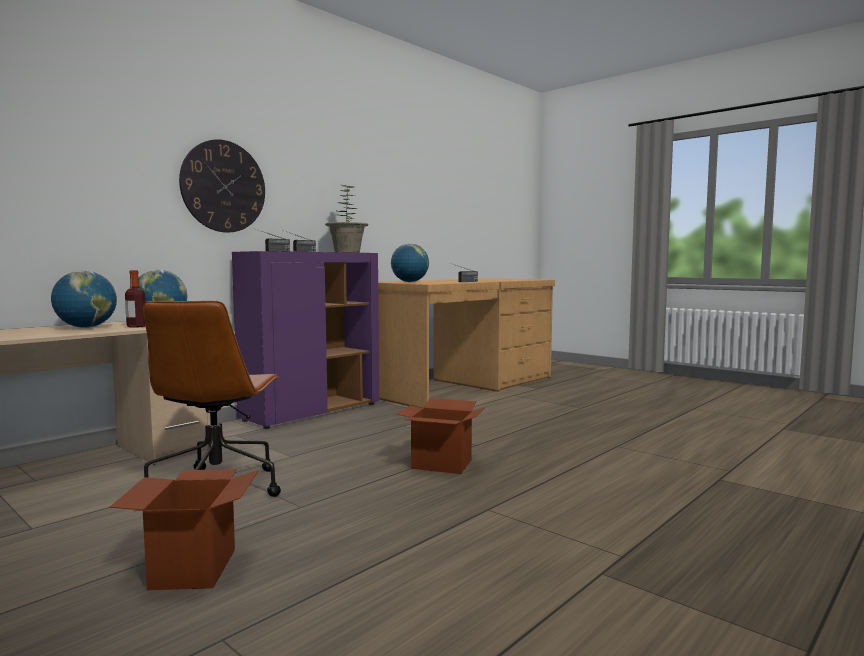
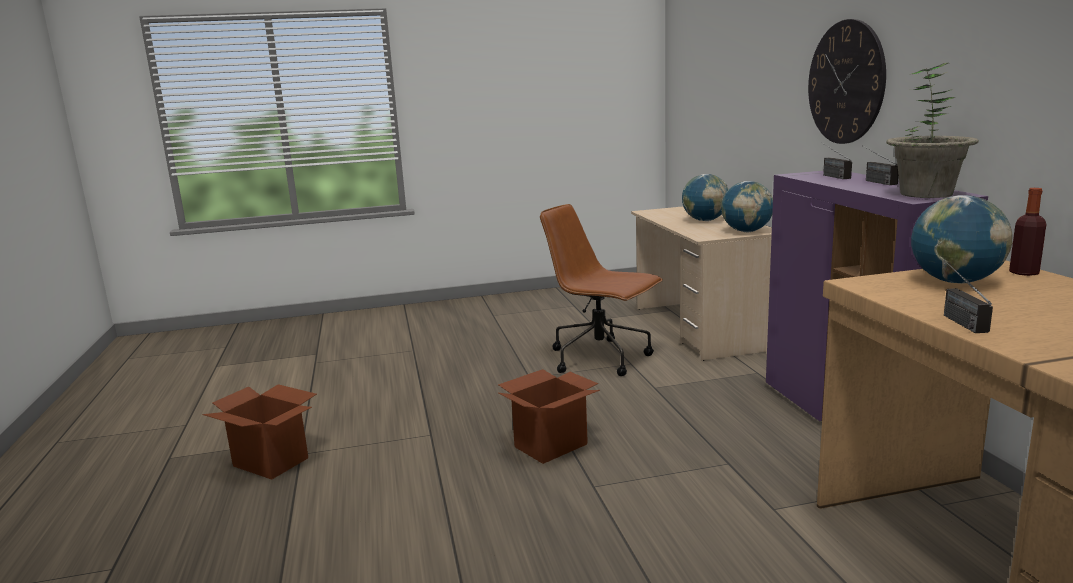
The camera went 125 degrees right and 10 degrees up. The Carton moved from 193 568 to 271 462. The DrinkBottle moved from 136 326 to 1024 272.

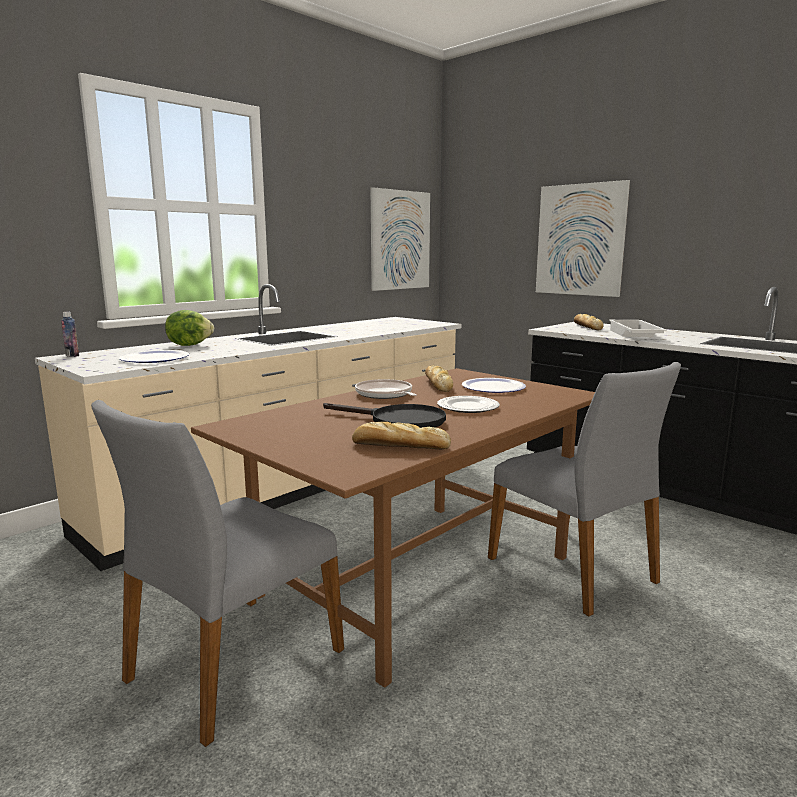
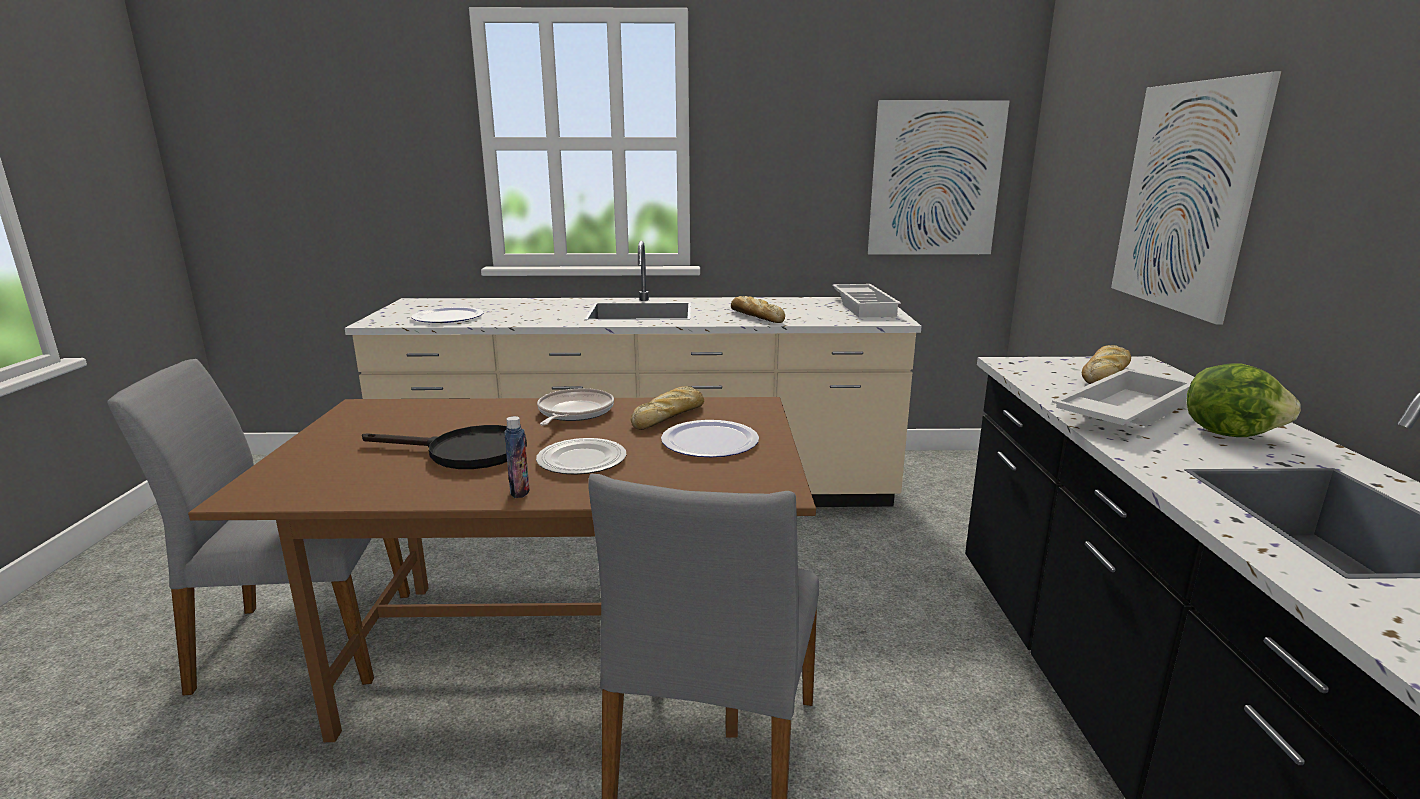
The camera went 45 degrees right and 5 degrees up. The BlackFryingPan at 398 421 turned 60 degrees counterclockwise. The DrinkBottle moved from 72 355 to 519 491. The BakeryBread moved from 398 446 to 755 316. The WhiteColouredServingTray at 865 306 appeared. The Lettuce moved from 189 345 to 1229 433.

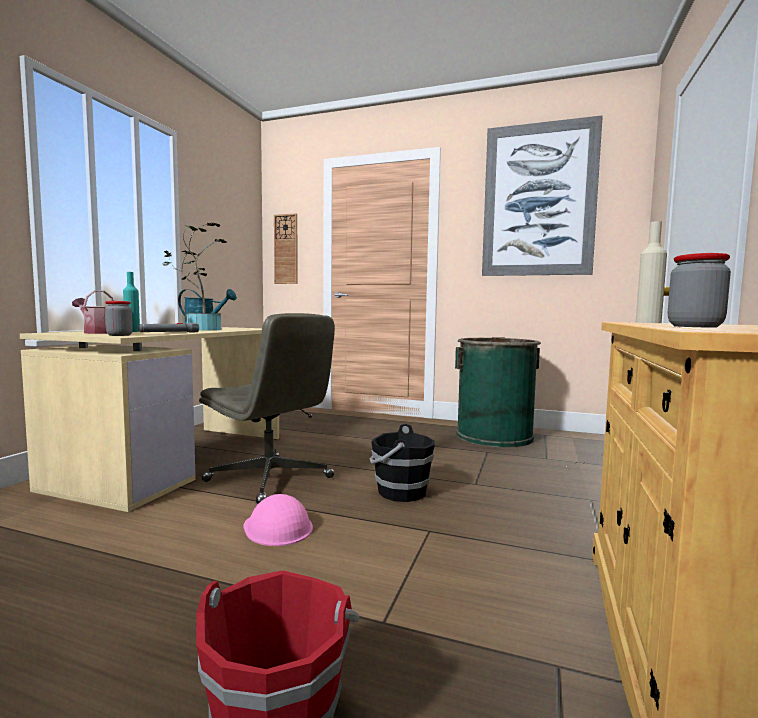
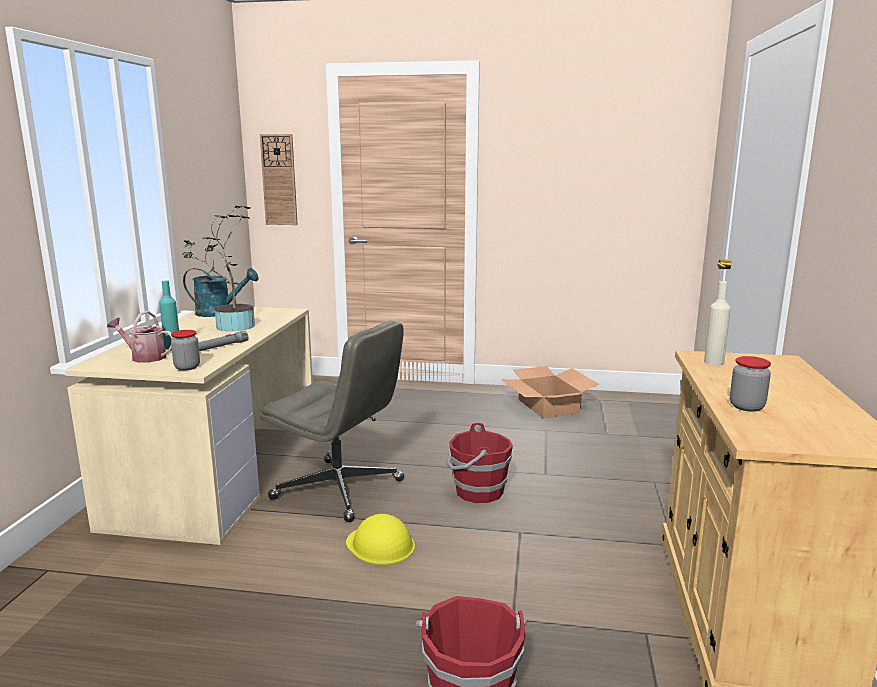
The camera went 10 degrees left and 10 degrees up. The PinkColouredSafetyHelmet at 277 527 became the YellowishSafetyHelmet at 380 544. The BlackBucket at 400 492 became the RedColouredBucket at 477 491. The GreenColouredTrashCan at 494 436 was replaced by the Carton at 548 406. The WallPicture at 538 200 disappeared.

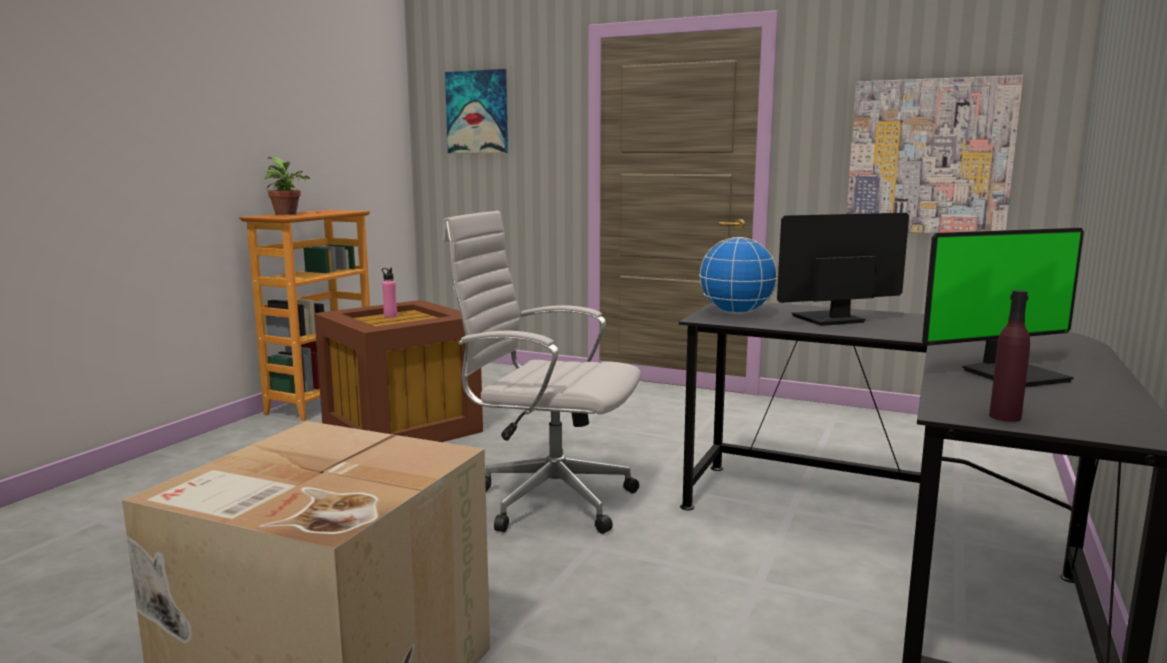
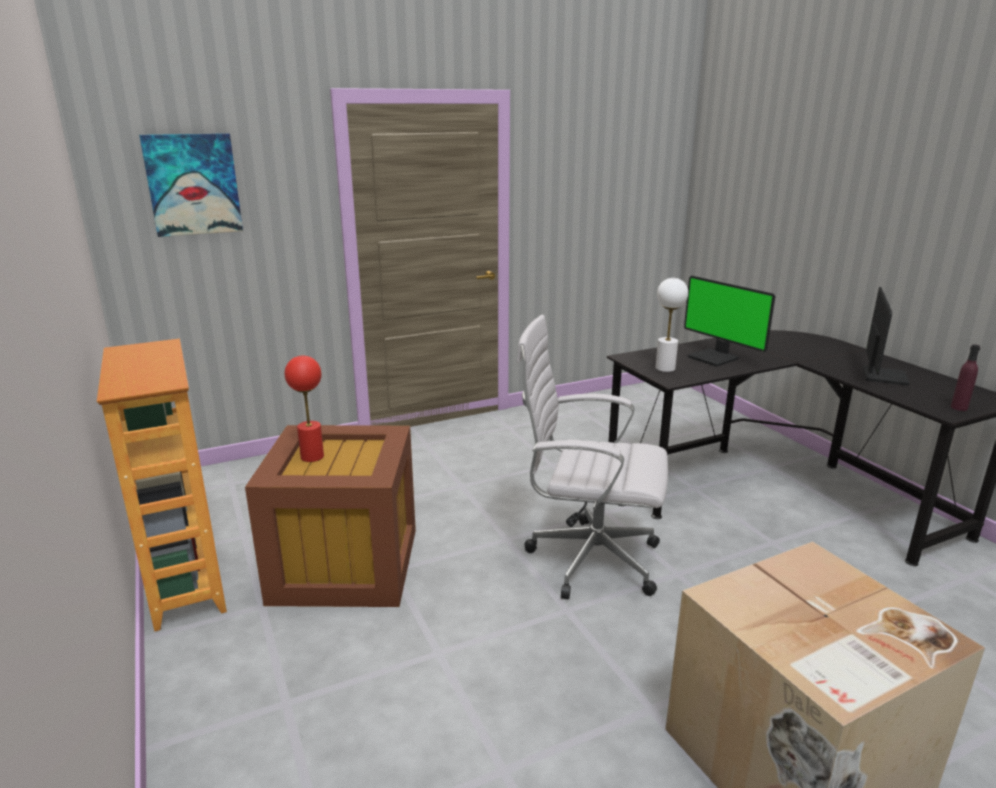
The camera went 50 degrees left and 10 degrees up. The PinkColouredDrinkBottle at 390 316 was replaced by the RedColouredTabletopLamp at 312 457. The WhiteColouredDeskChair at 547 500 turned 45 degrees clockwise. The WorldGlobe at 736 313 was replaced by the WhiteColouredTabletopLamp at 665 368. The ComputerScreen at 828 320 turned 60 degrees counterclockwise. The PlantInAPot at 287 214 disappeared. The WallPicture at 929 157 disappeared.

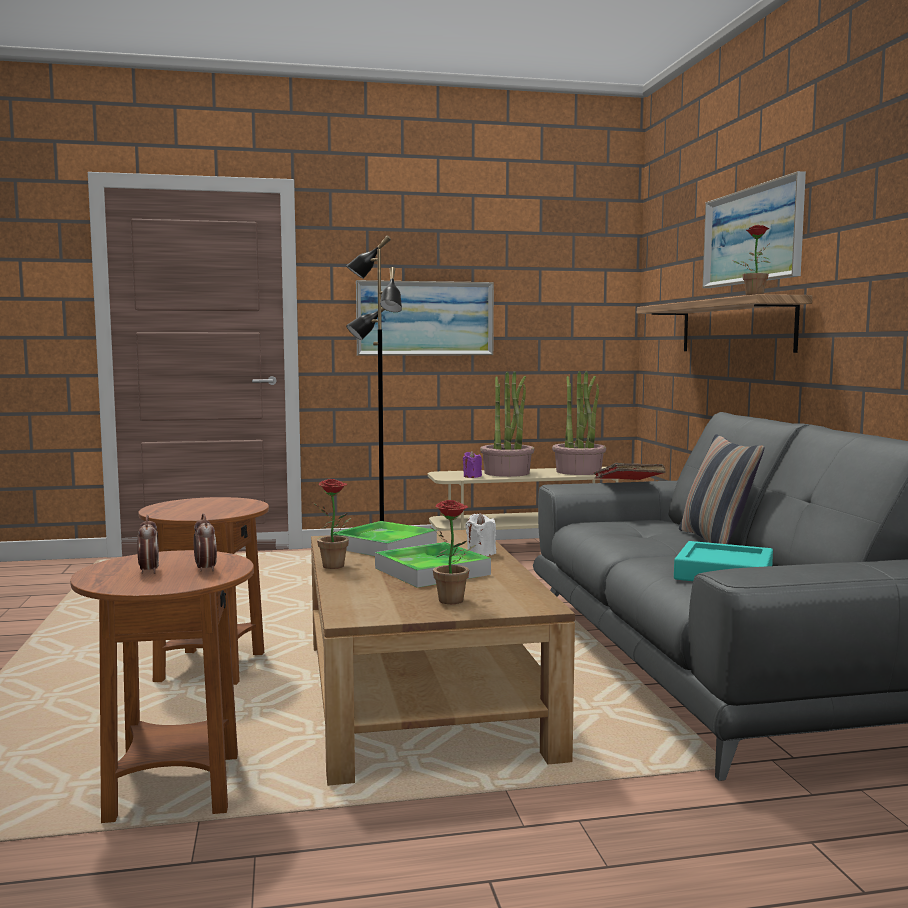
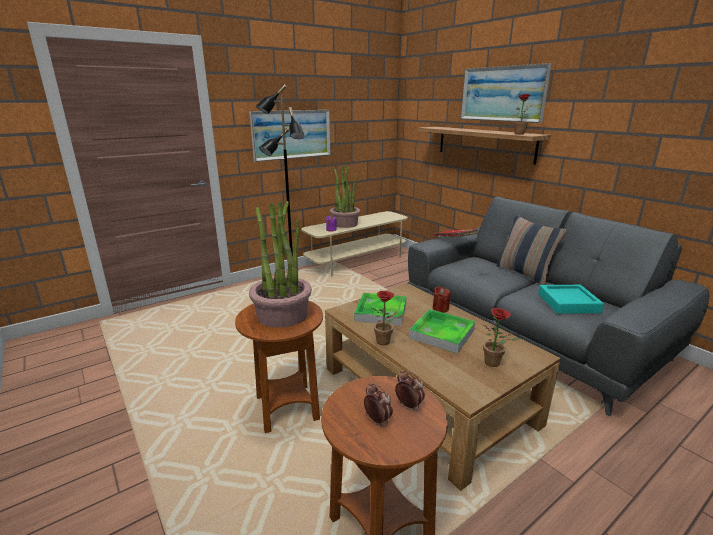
The camera went 25 degrees left and 15 degrees up. The PlantInAPot moved from 578 471 to 282 314. The WhiteColouredWaxCandle at 481 553 became the RedColouredWaxCandle at 440 309.

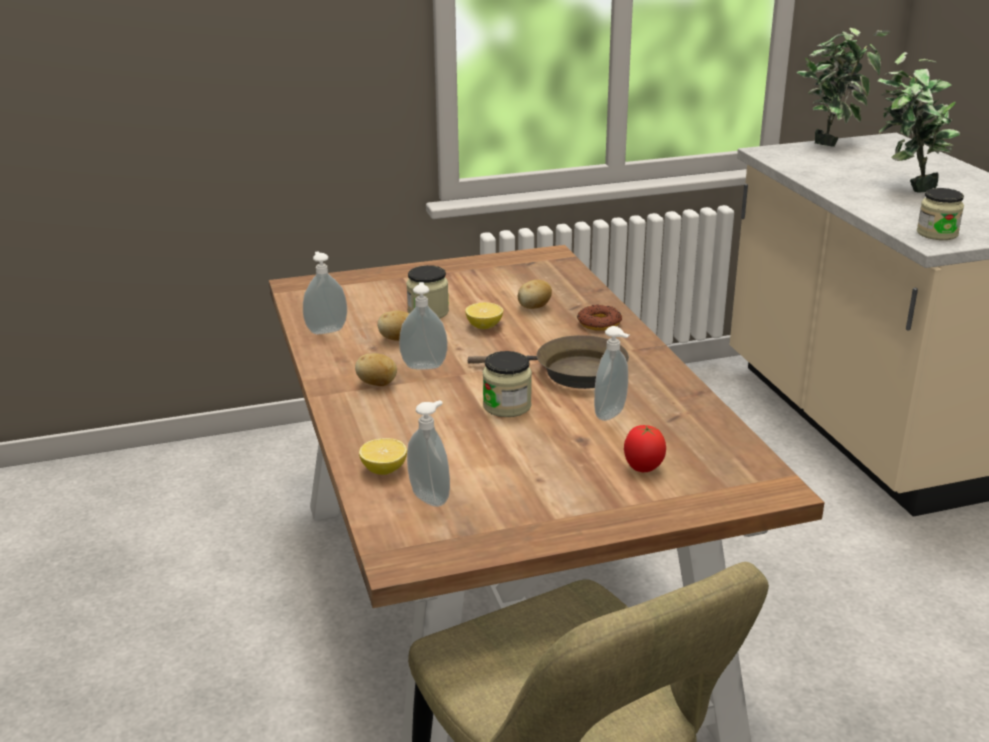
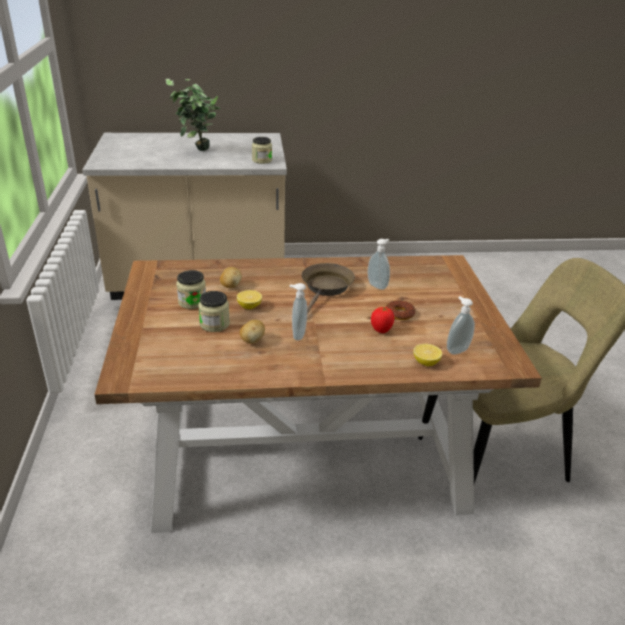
The camera went 80 degrees left and 5 degrees up. The StorageJar moved from 507 406 to 192 302. The WholeTomato moved from 643 468 to 381 331. The Donut moved from 599 323 to 399 314. The LiquidSoapBottle at 326 330 disappeared. The WholePotato at 377 384 disappeared. The PlantInAPot at 831 144 disappeared.

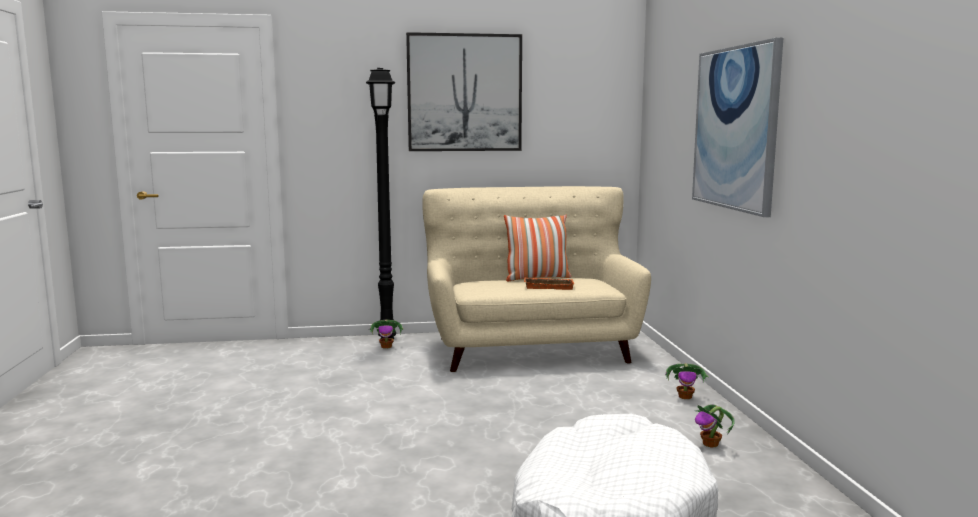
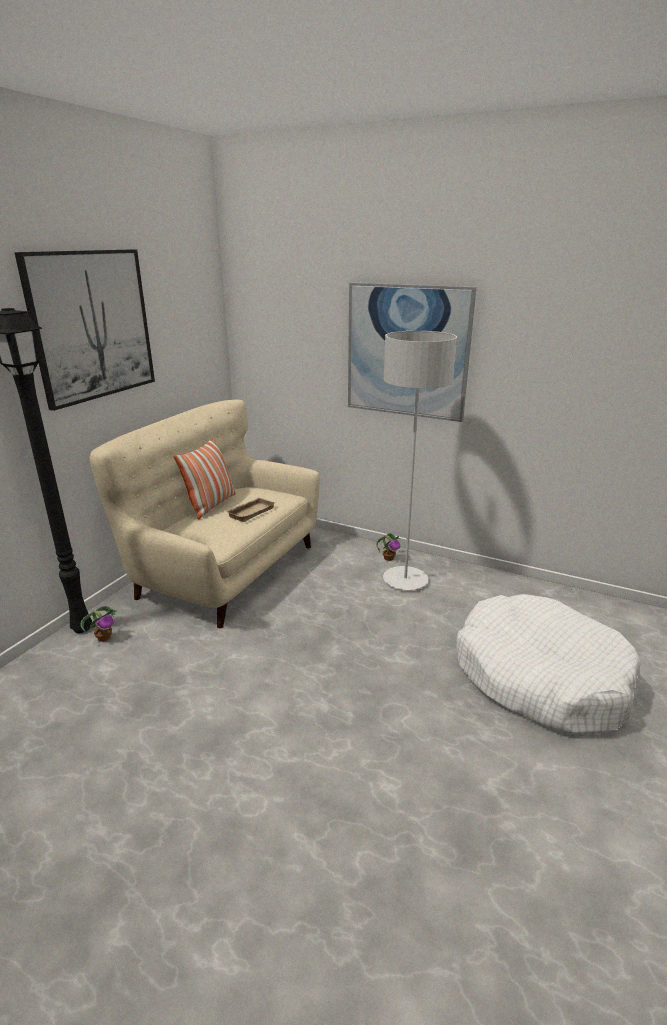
The camera went 55 degrees left and 15 degrees up. The OrangeServingTray at 549 286 became the BeigeServingTray at 250 512. The GreyishStandingLamp at 405 580 appeared. The PlantInAPot at 711 444 disappeared.

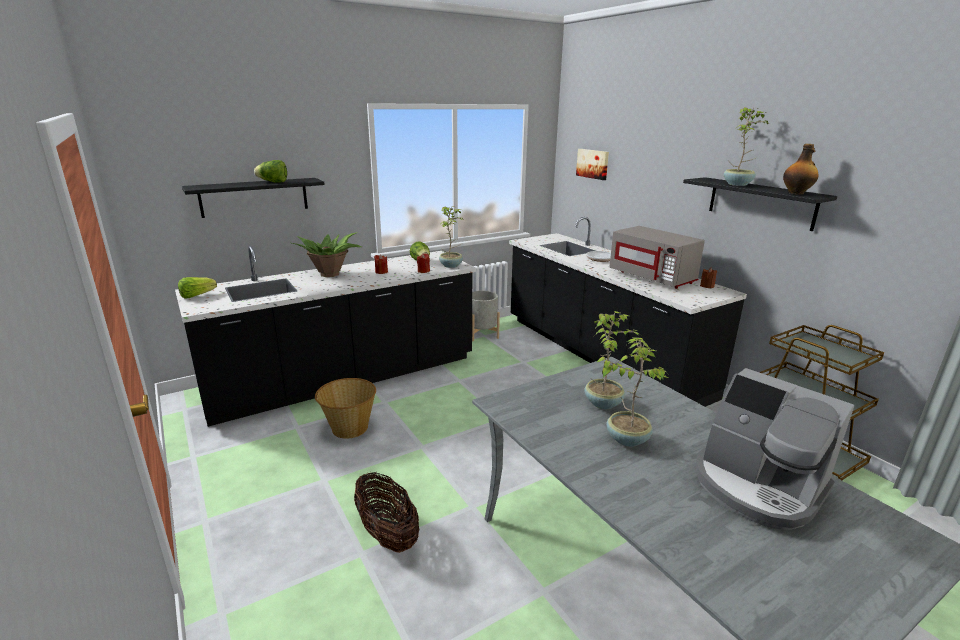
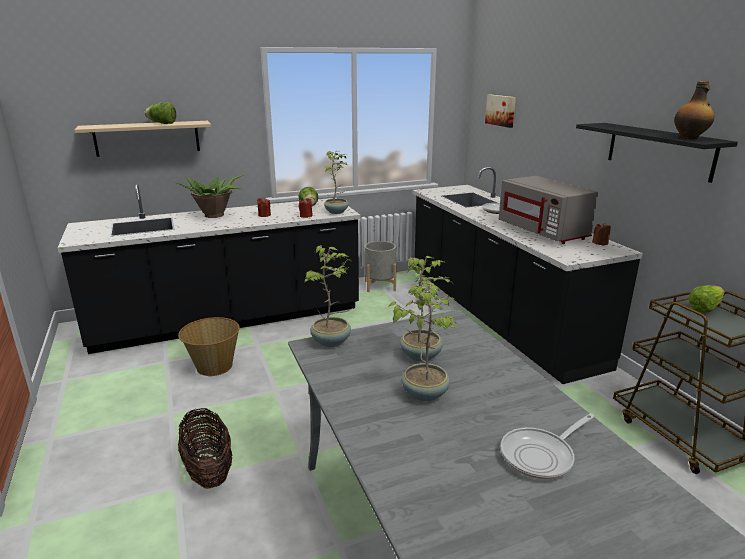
The camera went 10 degrees right and 0 degrees up. The BlackWallShelf at 254 197 became the BeigeWallShelf at 147 138. The PlantInAPot moved from 738 184 to 332 341. The CoffeeMaker at 756 486 was replaced by the FryingPan at 541 456. The Lettuce moved from 197 296 to 704 308.

